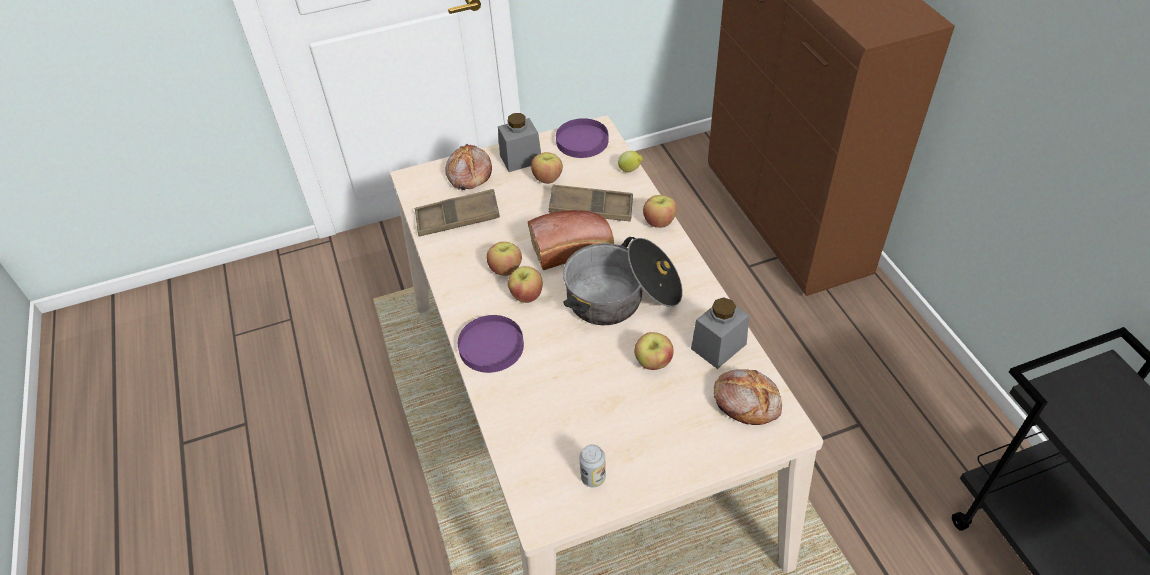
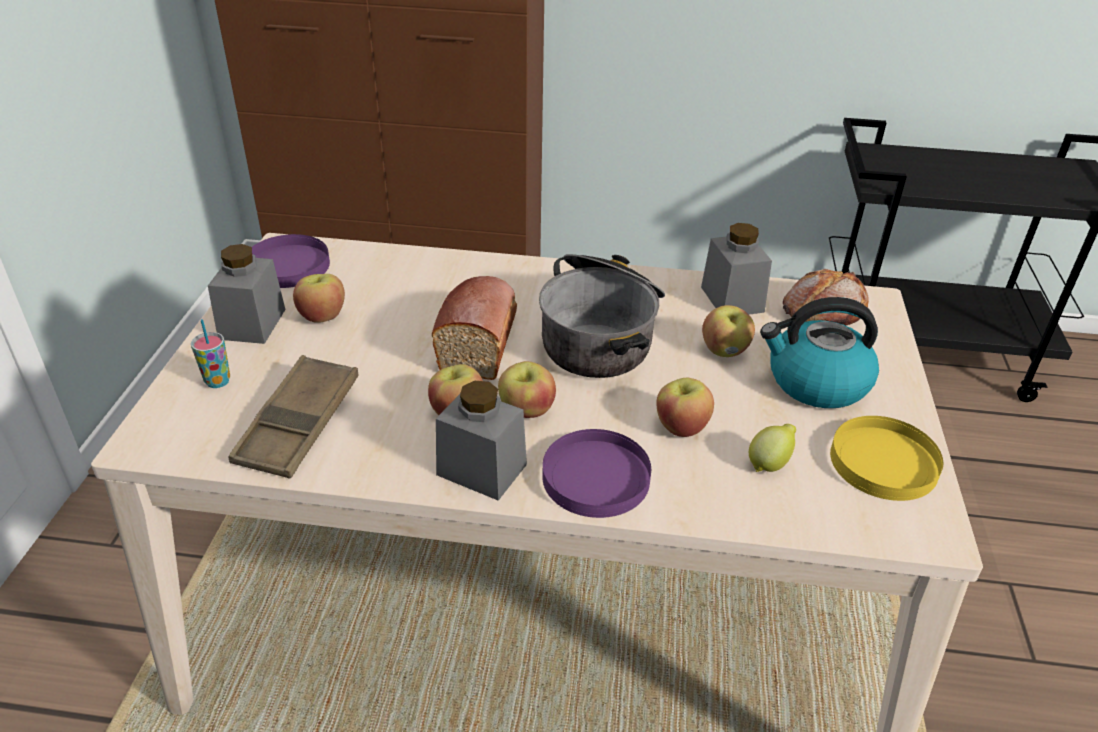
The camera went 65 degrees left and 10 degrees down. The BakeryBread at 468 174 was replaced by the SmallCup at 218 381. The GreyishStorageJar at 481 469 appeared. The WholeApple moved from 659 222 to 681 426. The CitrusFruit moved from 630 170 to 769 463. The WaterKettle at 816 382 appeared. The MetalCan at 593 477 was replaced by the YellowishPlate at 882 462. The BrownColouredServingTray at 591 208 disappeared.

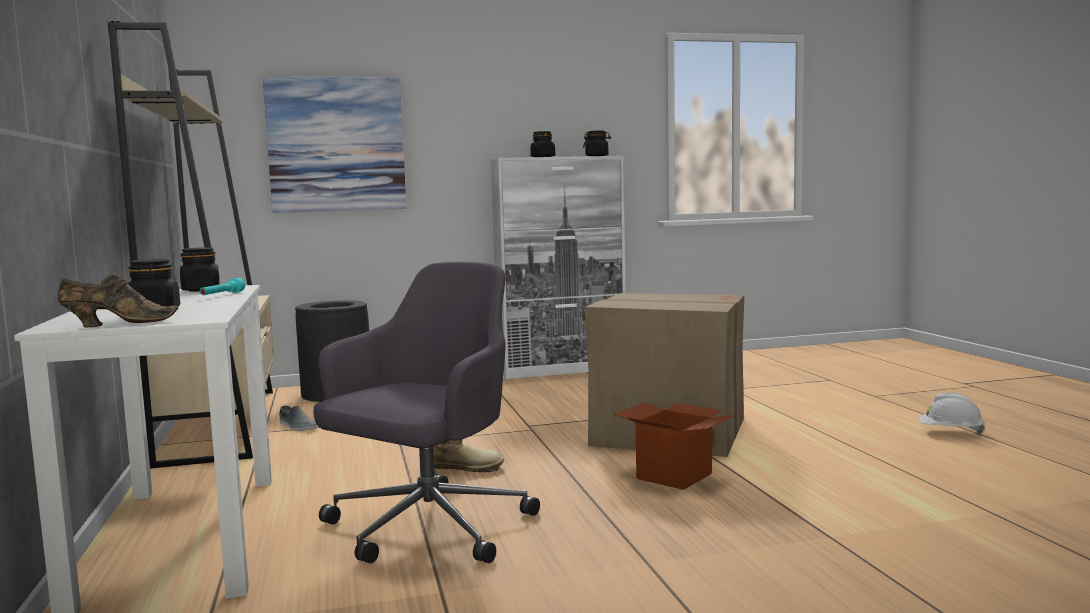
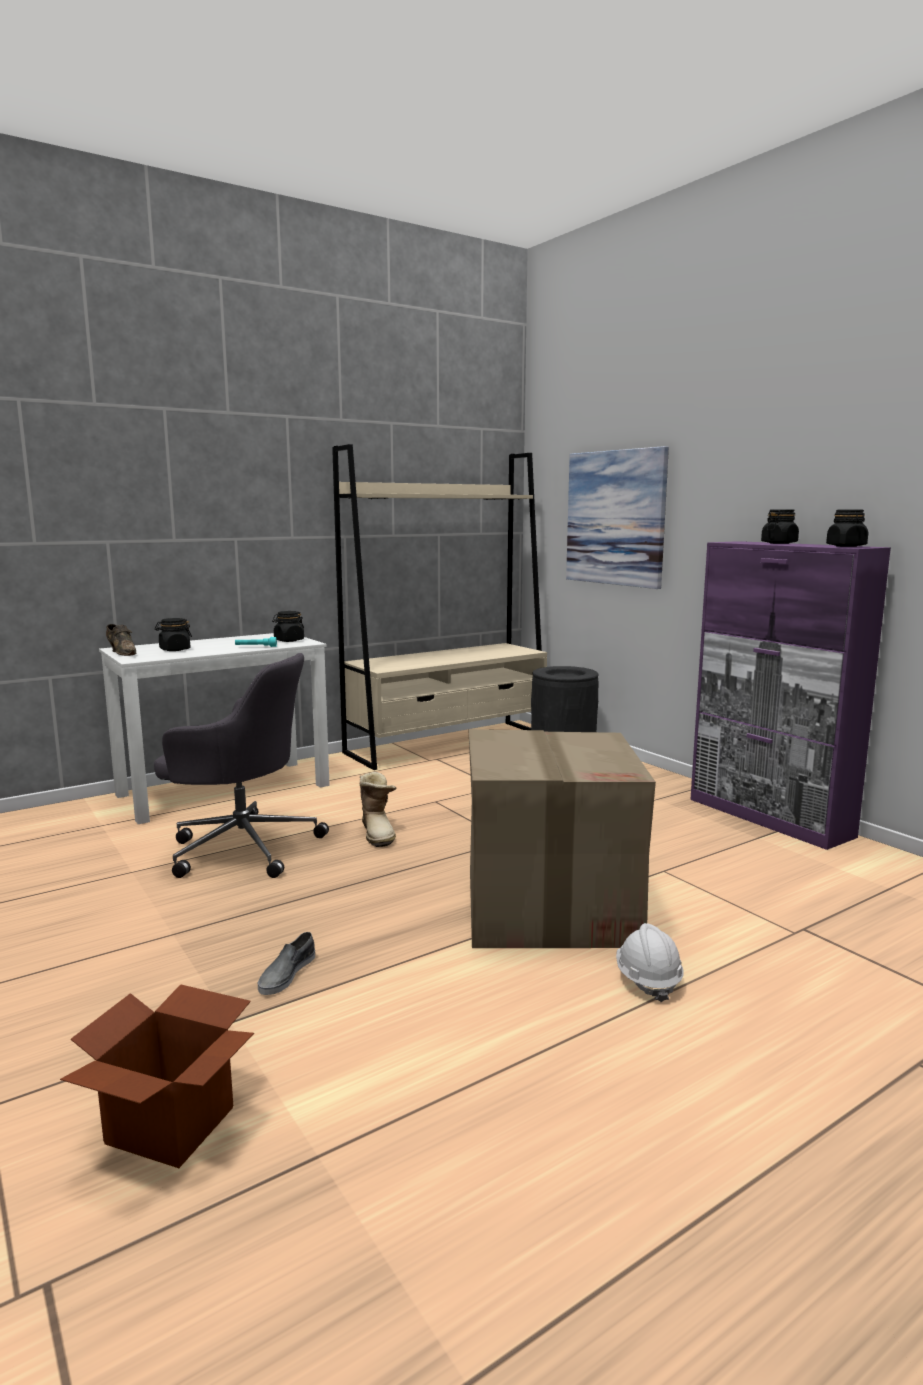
The camera went 70 degrees right and 5 degrees up. The Carton moved from 674 476 to 169 1125. The GreyishShoe moved from 297 426 to 286 974. The WhiteColouredSafetyHelmet moved from 950 432 to 647 980. The WhiteColouredCupboard at 563 370 became the PurpleCupboard at 769 818.

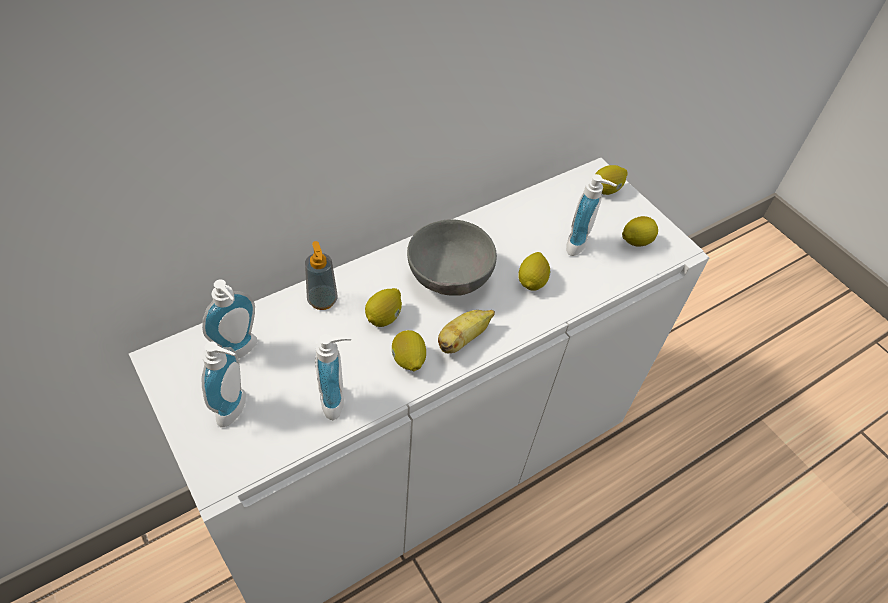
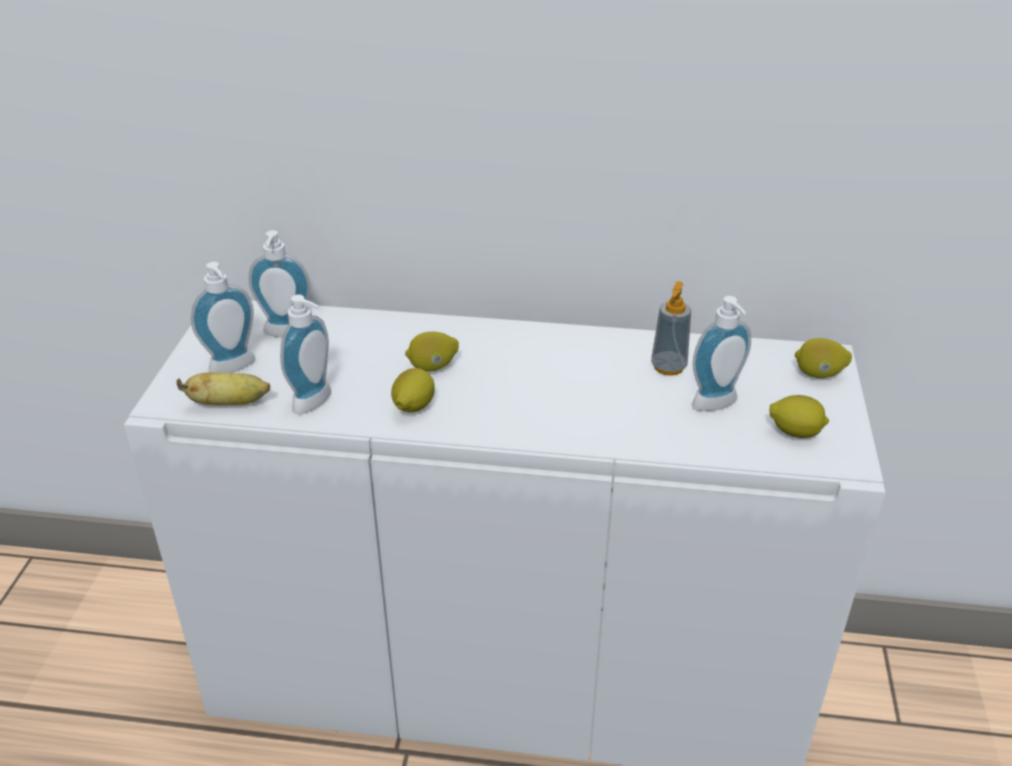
The camera went 45 degrees right and 15 degrees down. The Banana moved from 462 339 to 230 403. The LiquidSoapBottle moved from 322 300 to 668 367. The GreyishServingBowl at 448 279 disappeared. The CitrusFruit at 532 281 disappeared.

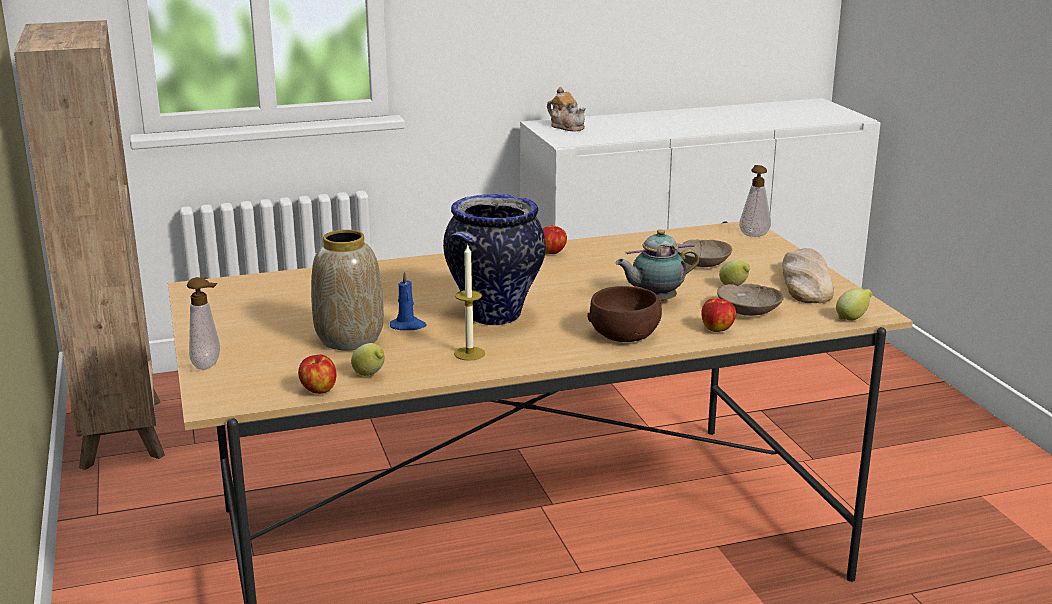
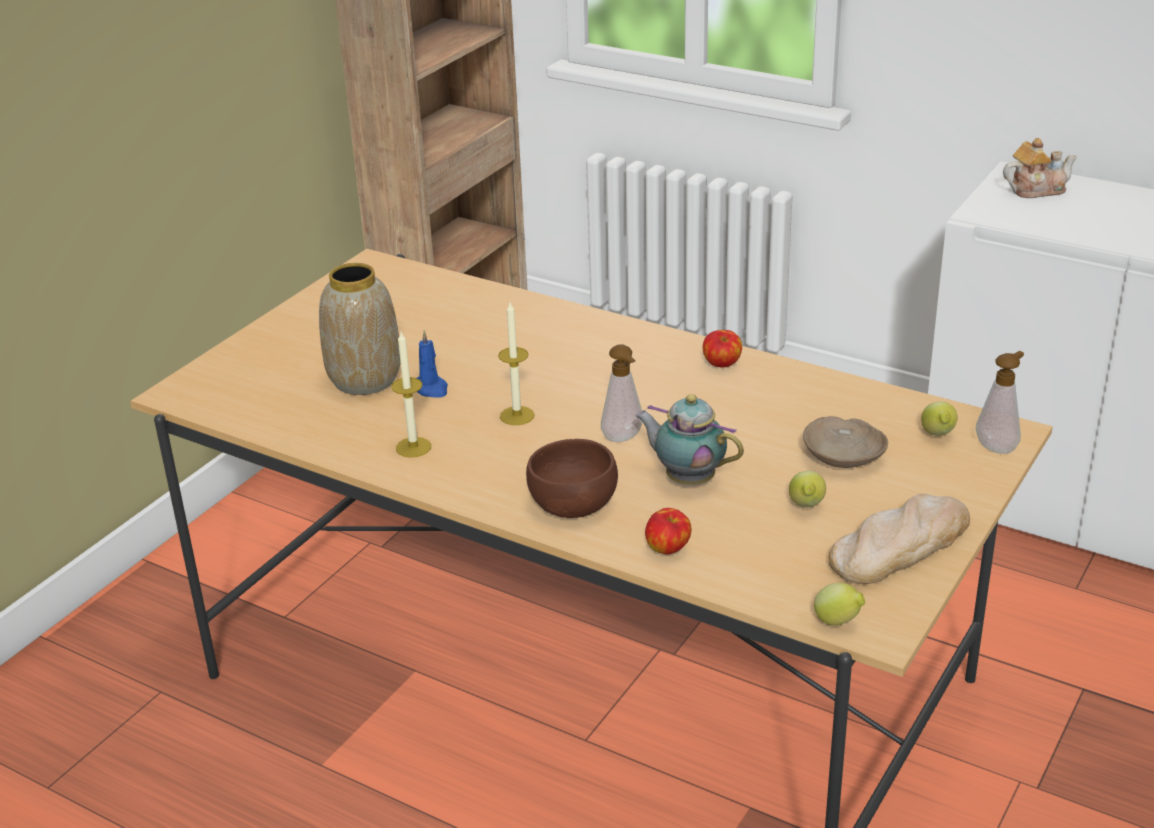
The camera went 50 degrees right and 10 degrees up. The DecorativeVase at 495 315 was replaced by the WaxCandle at 517 415. The LiquidSoapBottle moved from 209 365 to 624 439. The CitrusFruit moved from 370 375 to 938 435. The TeaPot at 567 127 turned 105 degrees counterclockwise. The WholeApple at 318 390 disappeared. The BeigeServingBowl at 748 310 disappeared.

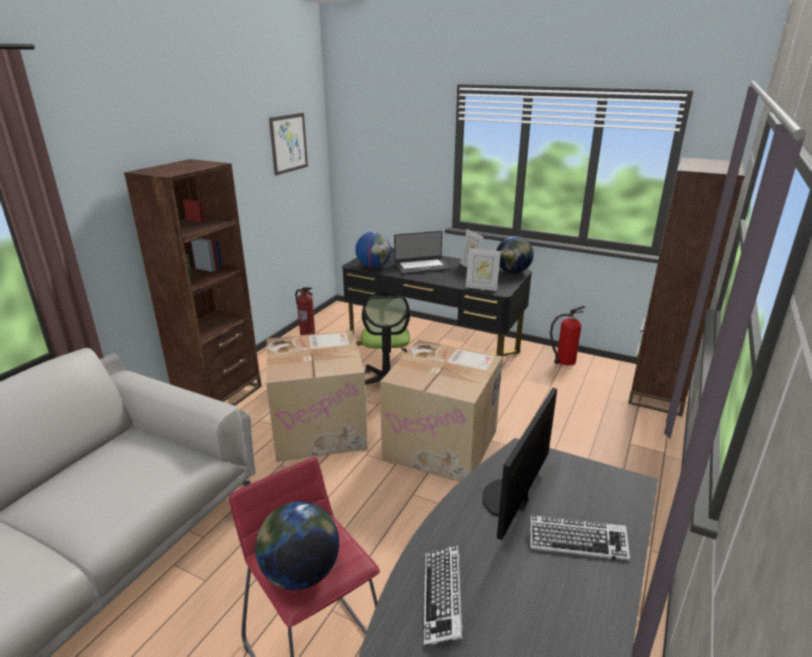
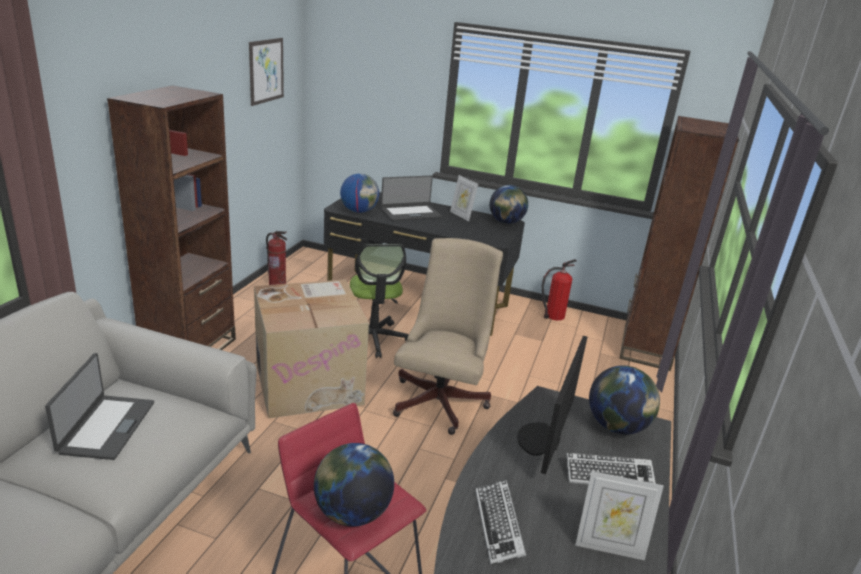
The camera went 10 degrees left and 0 degrees up. The PortableComputer at 106 427 appeared. The Carton at 442 444 was replaced by the BeigeDeskChair at 442 399. The PhotoFrame moved from 481 287 to 609 547. The WorldGlobe at 617 426 appeared.

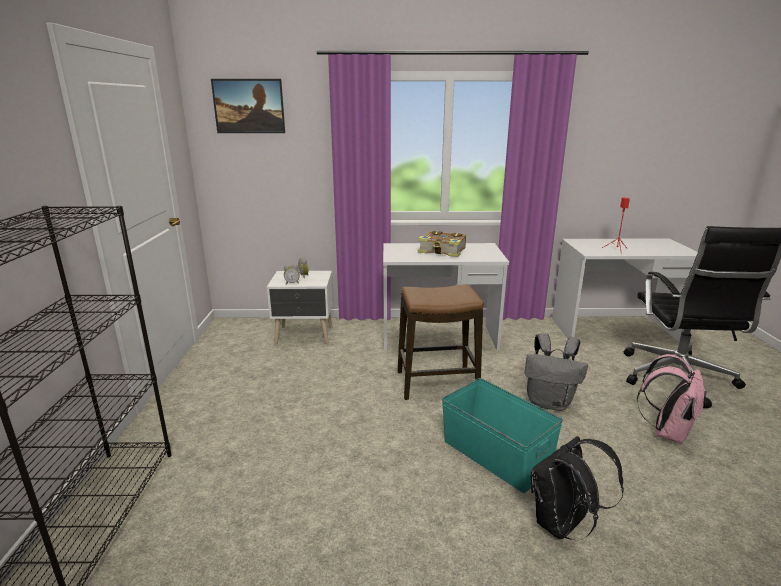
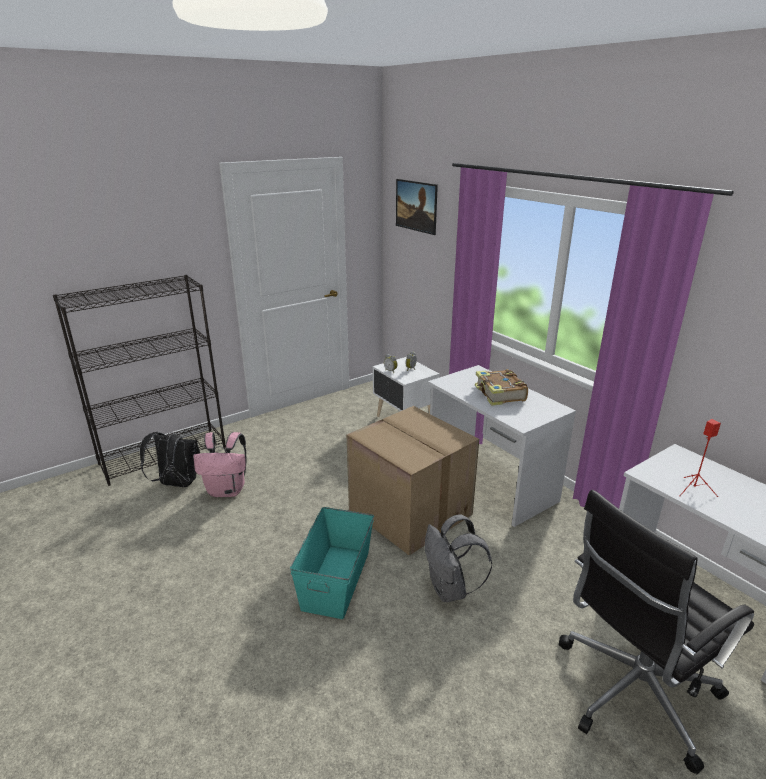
The camera went 55 degrees right and 5 degrees up. The BlackKnapsack moved from 562 525 to 176 484. The PinkColouredKnapsack moved from 667 432 to 227 490. The Stool at 436 383 was replaced by the Carton at 408 511.

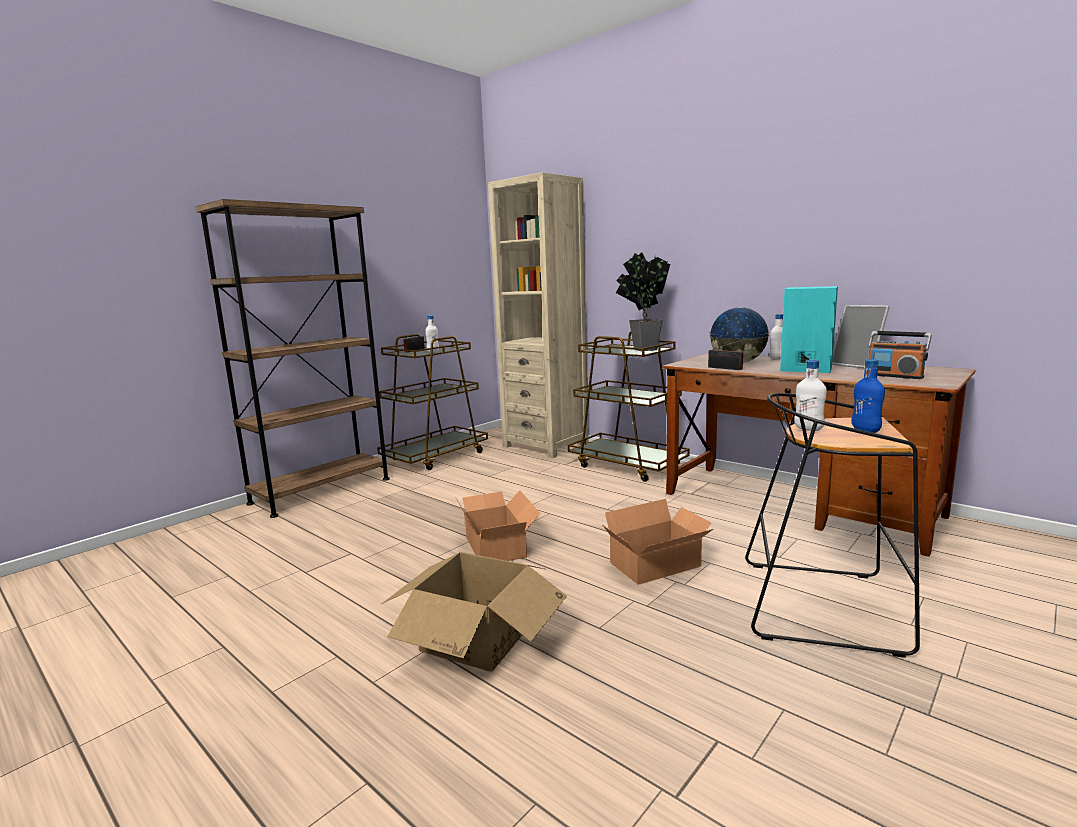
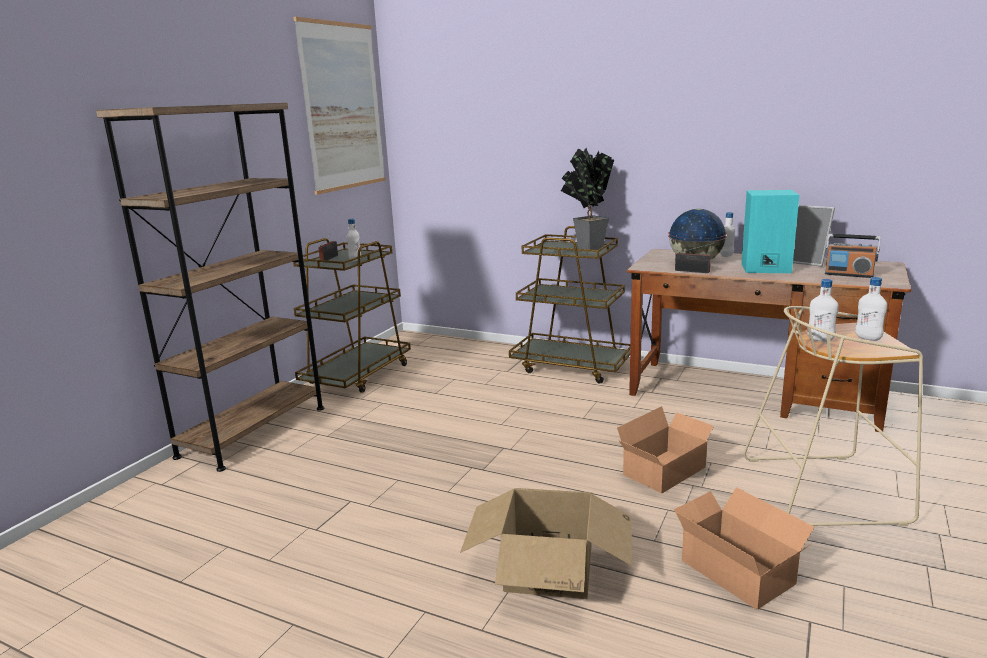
The camera went 15 degrees left and 5 degrees up. The WallPicture at 343 107 appeared. The Carton moved from 498 545 to 737 569. The BlackStool at 823 605 became the BeigeStool at 824 489. The BluishDrinkBottle at 865 430 became the WhiteColouredDrinkBottle at 868 338. The BeigeBookcase at 545 445 disappeared.

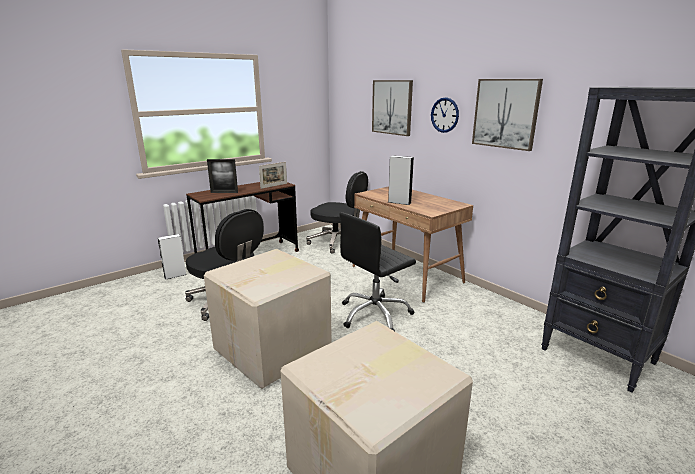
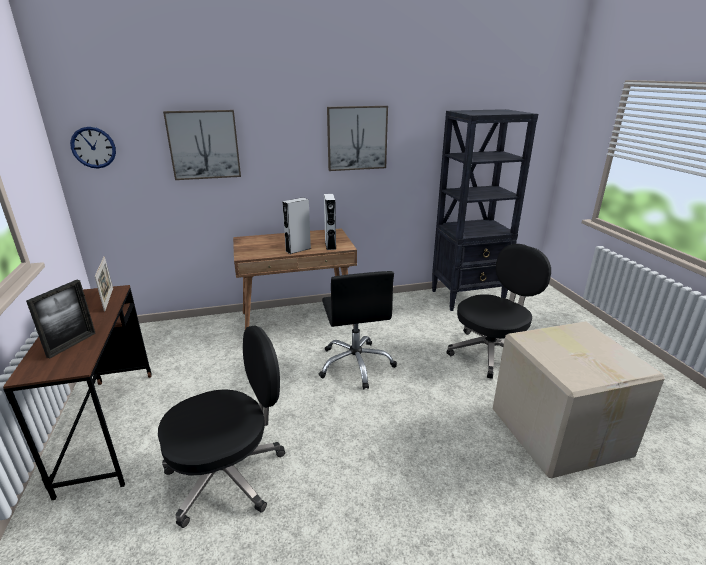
The camera went 65 degrees left and 5 degrees up. The HangingClock moved from 444 115 to 93 147. The WhiteColouredAudioSpeaker moved from 175 275 to 330 245. The BlackDeskChair moved from 337 242 to 491 352. The Carton at 274 349 disappeared.

